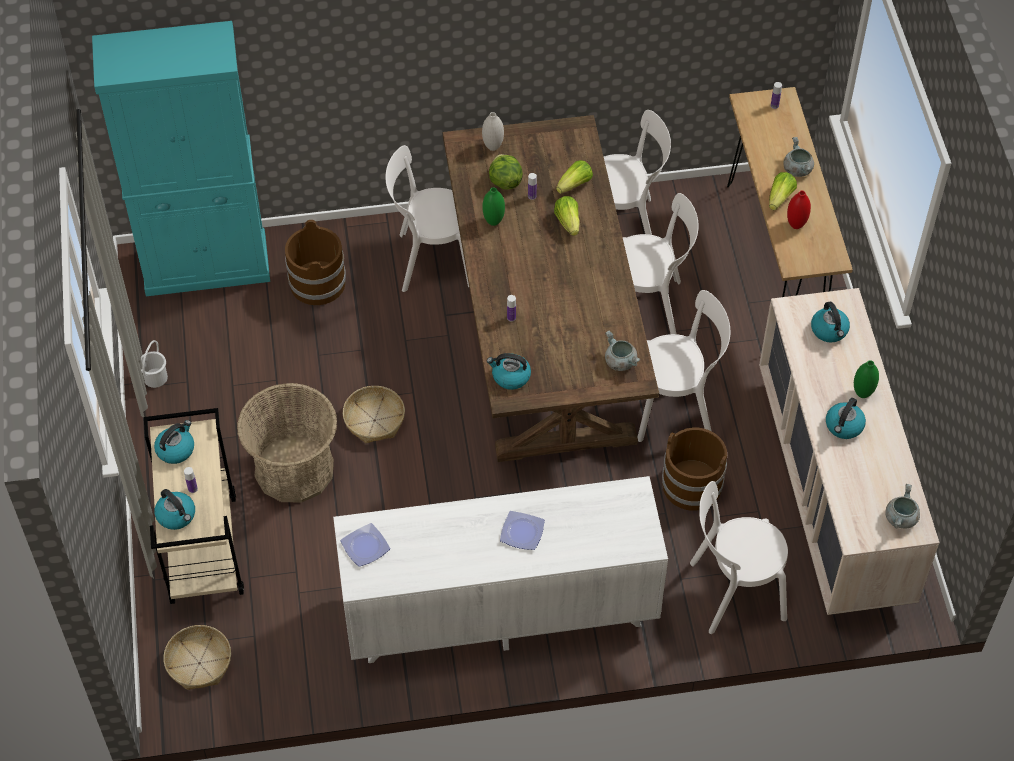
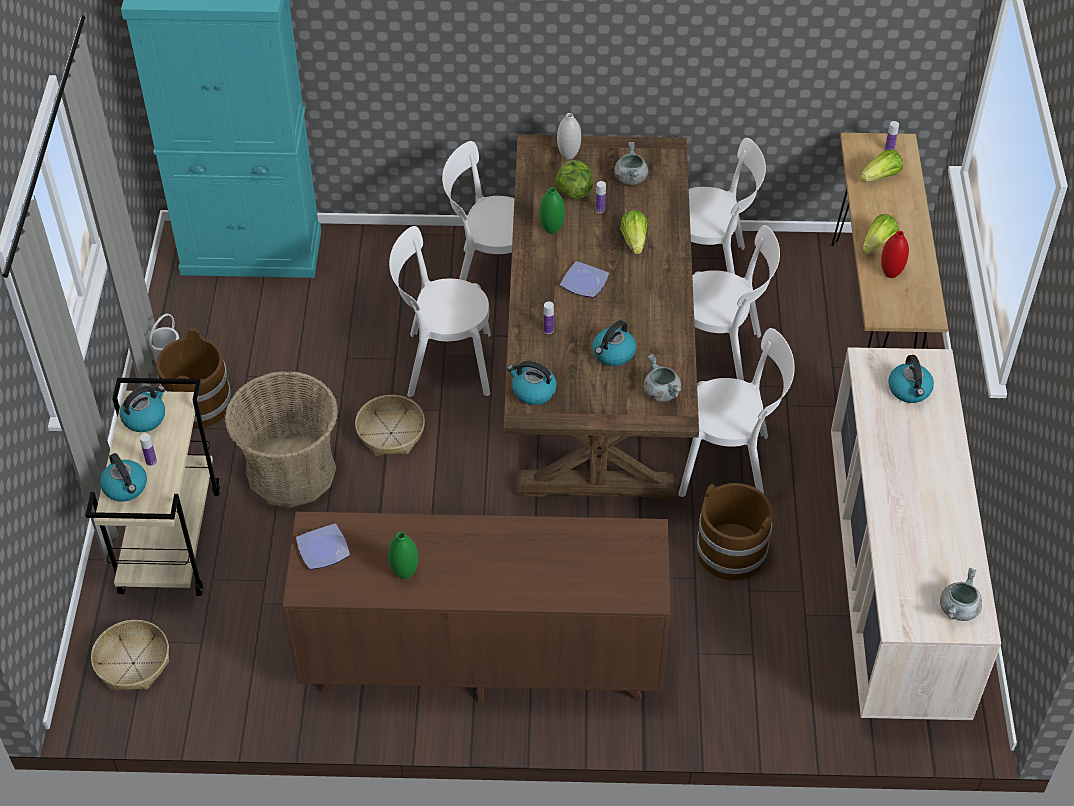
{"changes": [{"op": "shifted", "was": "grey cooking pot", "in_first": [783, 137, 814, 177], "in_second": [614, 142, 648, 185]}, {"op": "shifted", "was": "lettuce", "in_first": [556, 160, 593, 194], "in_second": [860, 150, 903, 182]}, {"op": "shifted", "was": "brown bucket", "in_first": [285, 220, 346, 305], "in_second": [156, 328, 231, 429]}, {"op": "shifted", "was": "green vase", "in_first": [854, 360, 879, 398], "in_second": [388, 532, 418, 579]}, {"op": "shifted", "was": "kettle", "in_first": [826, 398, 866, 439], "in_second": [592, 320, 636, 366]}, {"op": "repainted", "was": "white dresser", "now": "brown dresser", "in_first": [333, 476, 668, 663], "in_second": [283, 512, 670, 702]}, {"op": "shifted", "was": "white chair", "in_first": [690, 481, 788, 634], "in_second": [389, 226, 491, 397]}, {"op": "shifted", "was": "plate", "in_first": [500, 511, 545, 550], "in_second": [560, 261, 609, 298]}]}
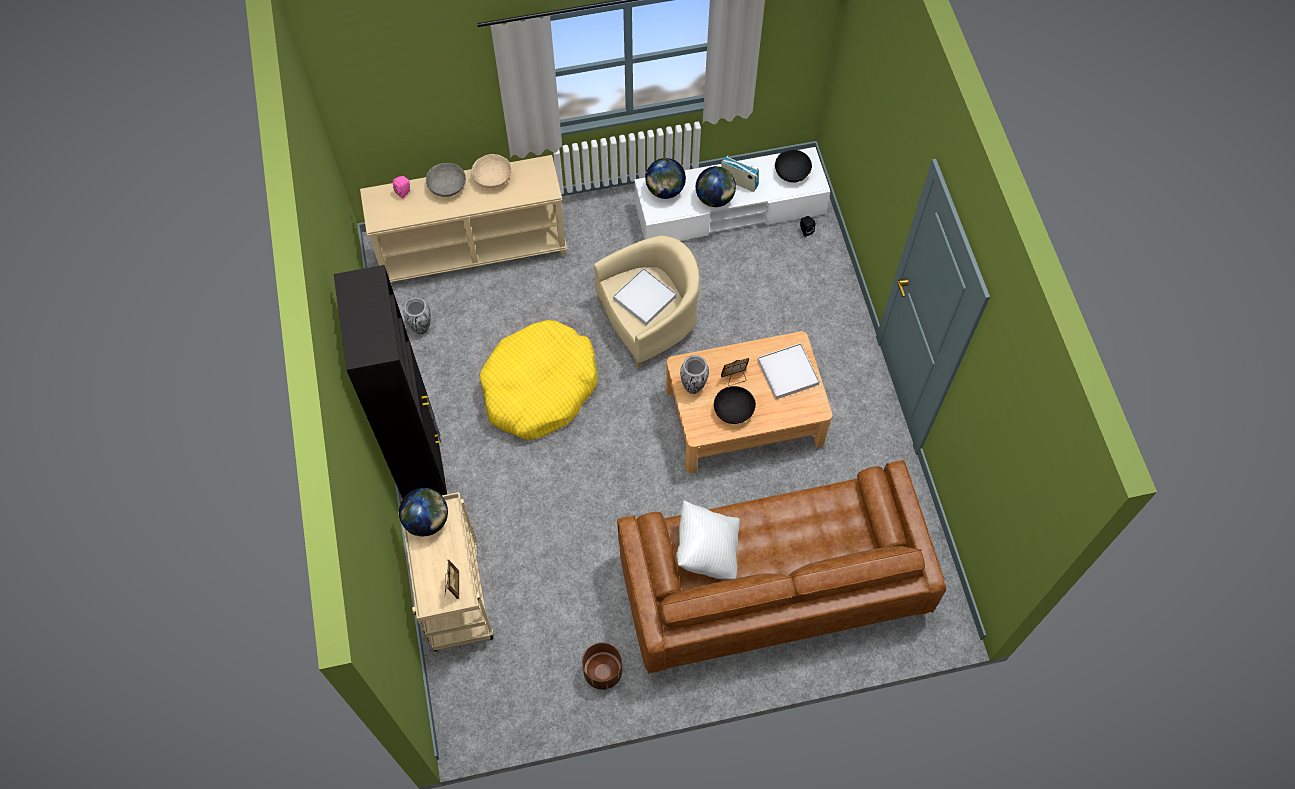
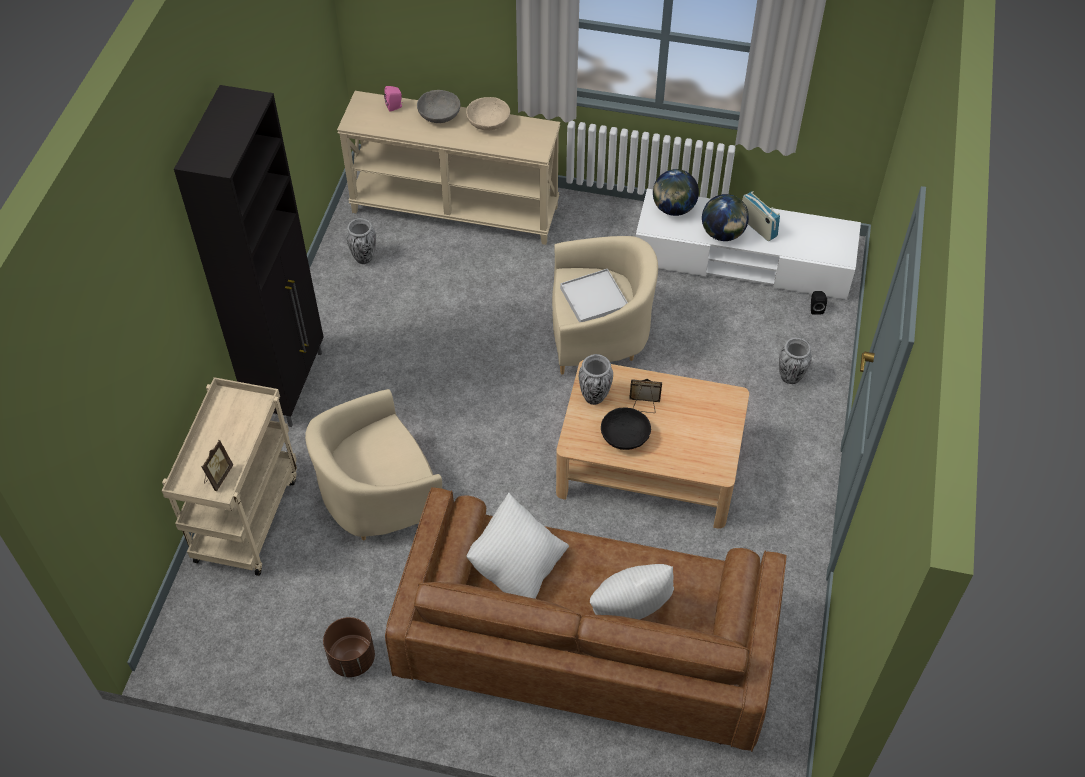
{"changes": [{"op": "gone", "was": "black bowl", "in_first": [775, 150, 812, 183]}, {"op": "gone", "was": "yellow dog bed", "in_first": [480, 320, 598, 440]}, {"op": "gone", "was": "white tray", "in_first": [757, 343, 820, 399]}, {"op": "gone", "was": "globe", "in_first": [399, 488, 448, 537]}, {"op": "new", "now": "vase", "in_second": [779, 338, 812, 384]}, {"op": "new", "now": "beige armchair", "in_second": [305, 389, 442, 540]}, {"op": "new", "now": "white pillow", "in_second": [590, 564, 674, 620]}]}
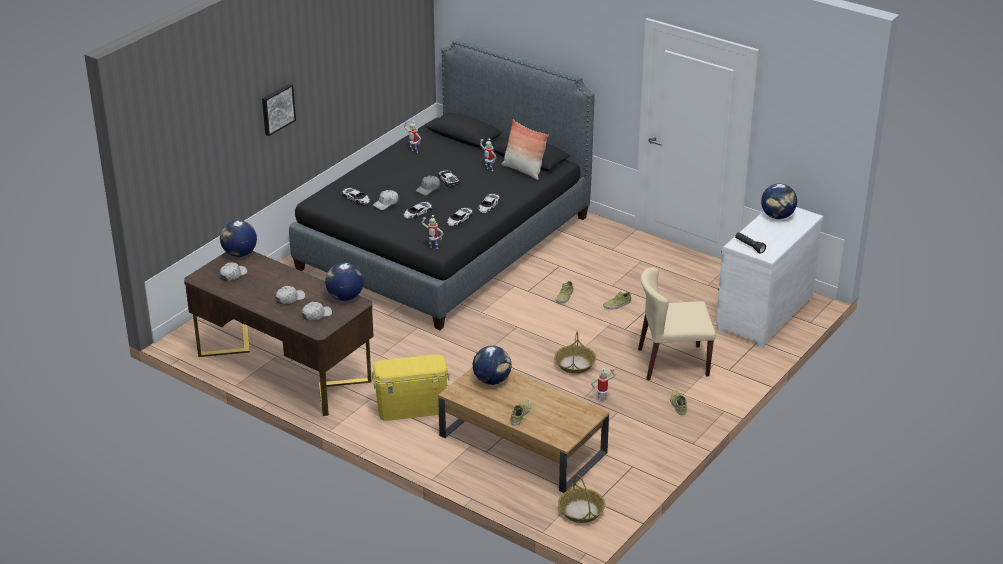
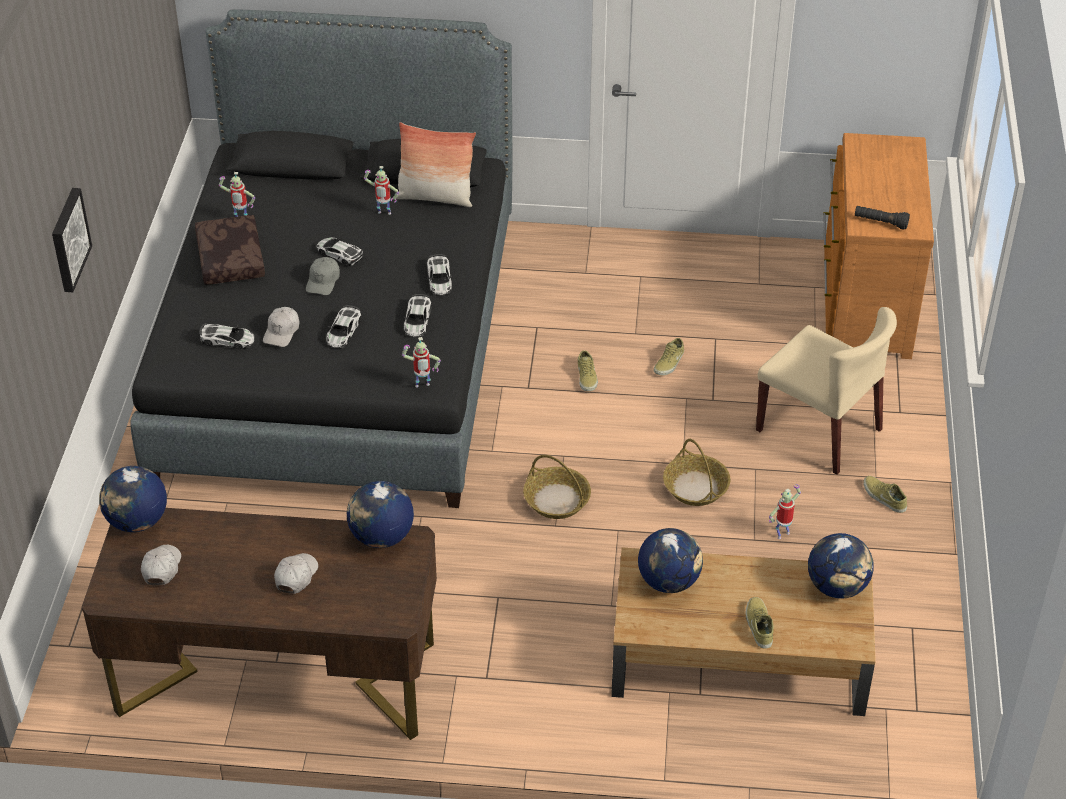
{"changes": [{"op": "shifted", "was": "globe", "in_first": [761, 184, 797, 219], "in_second": [808, 533, 874, 599]}, {"op": "repainted", "was": "white dresser", "now": "brown dresser", "in_first": [716, 207, 823, 348], "in_second": [823, 133, 934, 359]}, {"op": "rotated", "was": "beige chair", "in_first": [638, 267, 716, 380], "in_second": [756, 307, 897, 474], "clockwise": -105}, {"op": "gone", "was": "white cap", "in_first": [302, 302, 332, 321]}, {"op": "gone", "was": "yellow storage box", "in_first": [371, 354, 450, 421]}, {"op": "shifted", "was": "basket", "in_first": [558, 475, 605, 523], "in_second": [523, 455, 591, 519]}, {"op": "new", "now": "brown pillow", "in_second": [195, 215, 265, 285]}]}
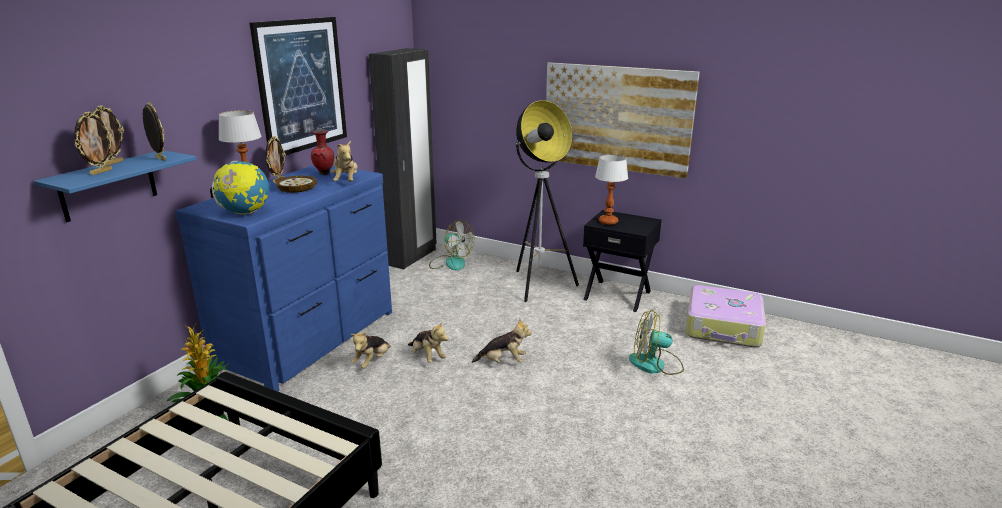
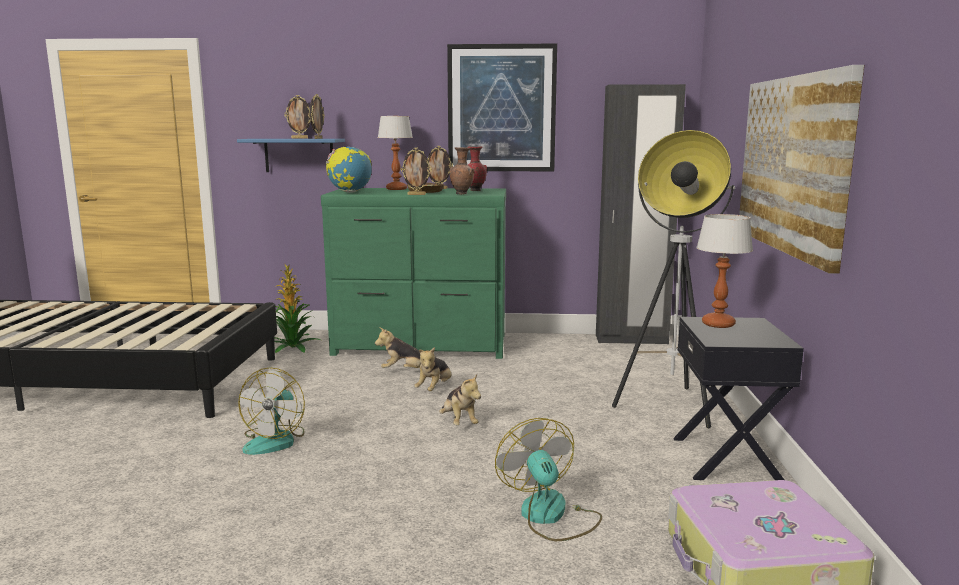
{"changes": [{"op": "shifted", "was": "picture frame", "in_first": [74, 112, 113, 175], "in_second": [401, 148, 432, 195]}, {"op": "swapped", "was": "plush toy", "now": "brown vase", "in_first": [331, 140, 357, 181], "in_second": [450, 147, 475, 195]}, {"op": "repainted", "was": "blue dresser", "now": "green dresser", "in_first": [175, 165, 392, 392], "in_second": [321, 188, 506, 359]}, {"op": "shifted", "was": "fan", "in_first": [429, 220, 474, 271], "in_second": [238, 367, 305, 455]}]}
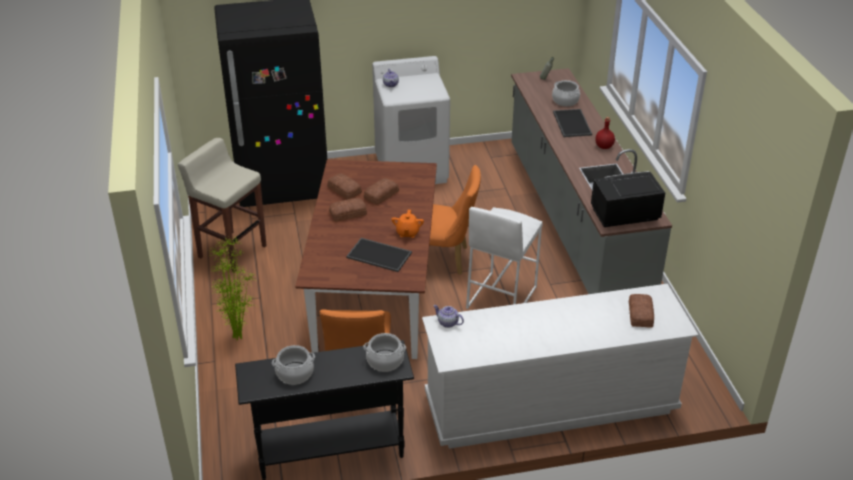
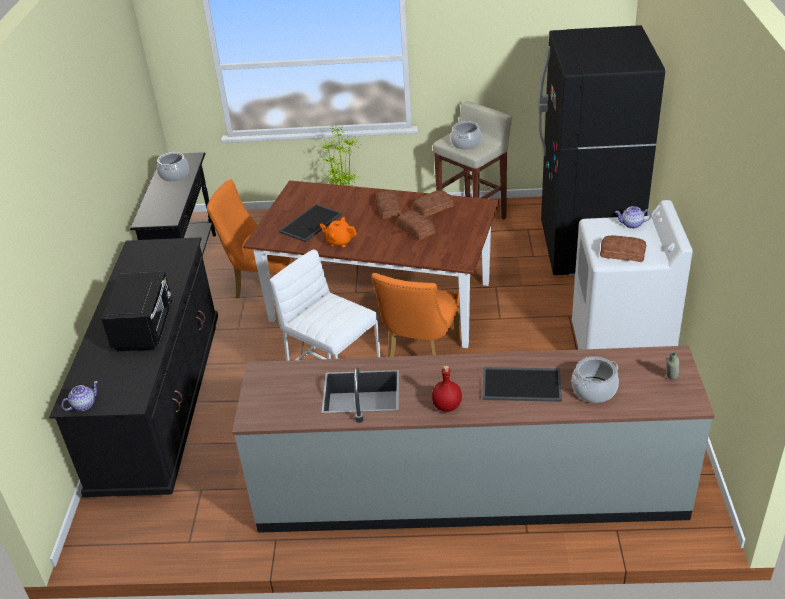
{"changes": [{"op": "shifted", "was": "black microwave", "in_first": [591, 171, 665, 227], "in_second": [101, 272, 172, 351]}, {"op": "repainted", "was": "white dresser", "now": "black dresser", "in_first": [422, 284, 698, 449], "in_second": [49, 237, 218, 497]}, {"op": "shifted", "was": "bread", "in_first": [629, 294, 654, 327], "in_second": [600, 235, 646, 262]}, {"op": "shifted", "was": "teapot", "in_first": [433, 305, 464, 328], "in_second": [61, 381, 98, 411]}, {"op": "shifted", "was": "cooking pot", "in_first": [363, 333, 406, 372], "in_second": [451, 121, 482, 150]}]}
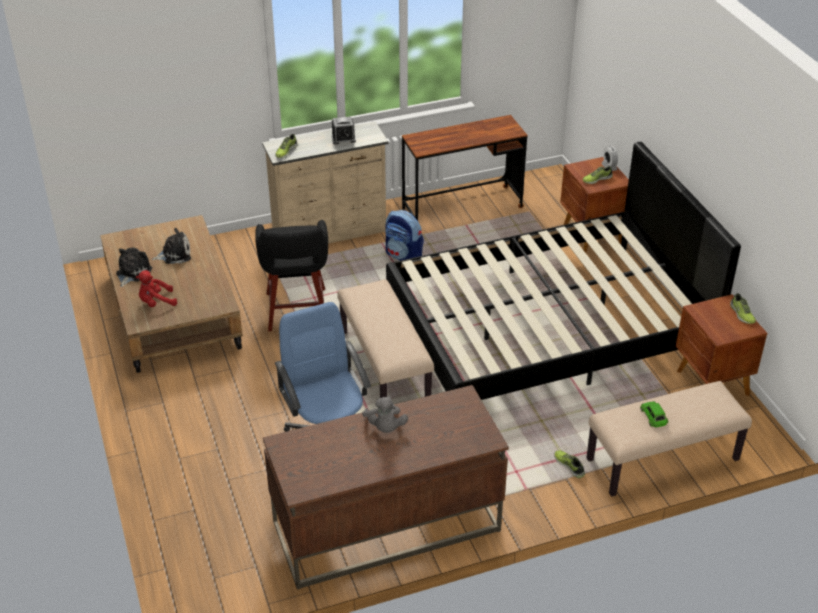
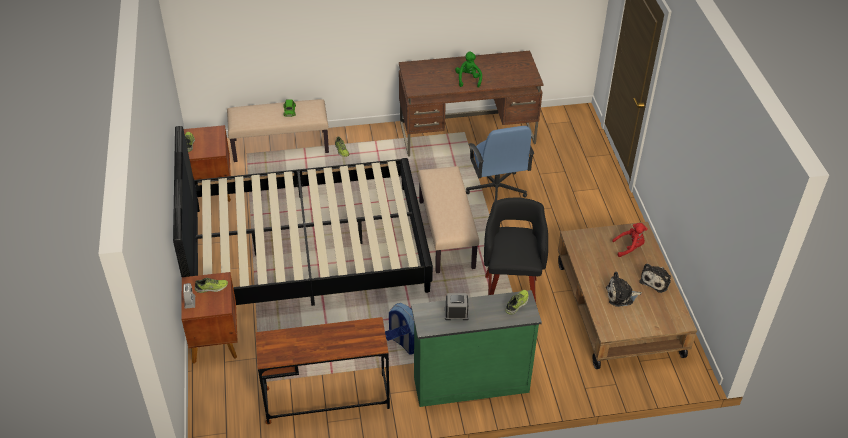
{"changes": [{"op": "repainted", "was": "beige dresser", "now": "green dresser", "in_first": [262, 121, 388, 244], "in_second": [411, 290, 542, 407]}, {"op": "repainted", "was": "grey plush toy", "now": "green plush toy", "in_first": [362, 396, 408, 433], "in_second": [455, 52, 482, 88]}]}
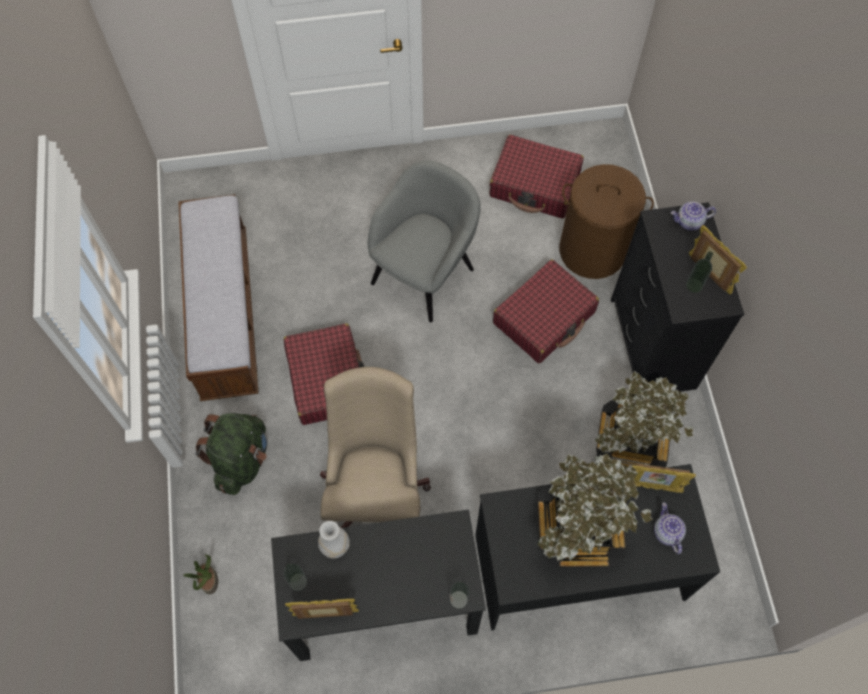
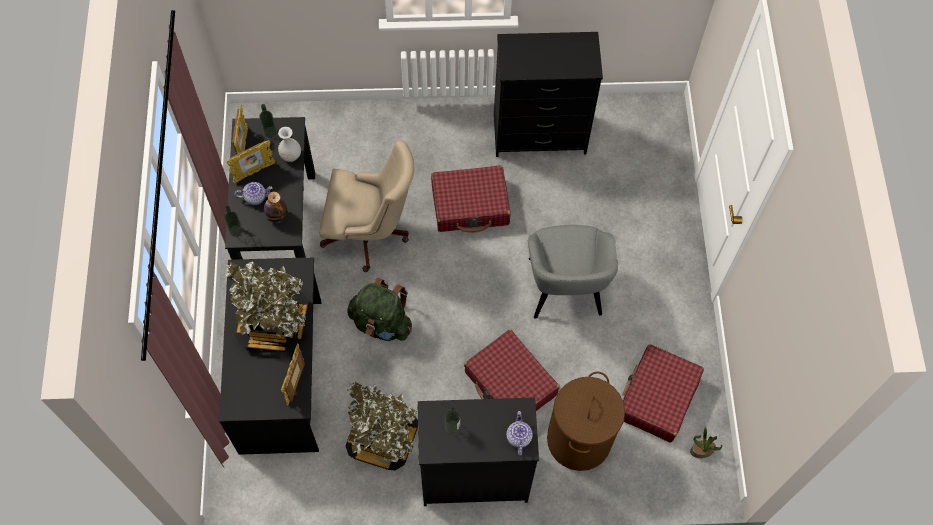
{"changes": [{"op": "rotated", "was": "grey armchair", "in_first": [367, 160, 481, 322], "in_second": [528, 225, 618, 319], "clockwise": 45}, {"op": "swapped", "was": "bench", "now": "black dresser", "in_first": [178, 194, 259, 401], "in_second": [494, 32, 603, 157]}, {"op": "shifted", "was": "picture frame", "in_first": [689, 225, 747, 294], "in_second": [226, 140, 276, 183]}, {"op": "shifted", "was": "green backpack", "in_first": [195, 413, 267, 495], "in_second": [347, 278, 412, 341]}, {"op": "shifted", "was": "teapot", "in_first": [654, 502, 686, 554], "in_second": [235, 182, 272, 205]}, {"op": "shifted", "was": "potted plant", "in_first": [183, 555, 218, 594], "in_second": [690, 427, 722, 458]}, {"op": "new", "now": "bottle", "in_second": [264, 192, 287, 223]}]}
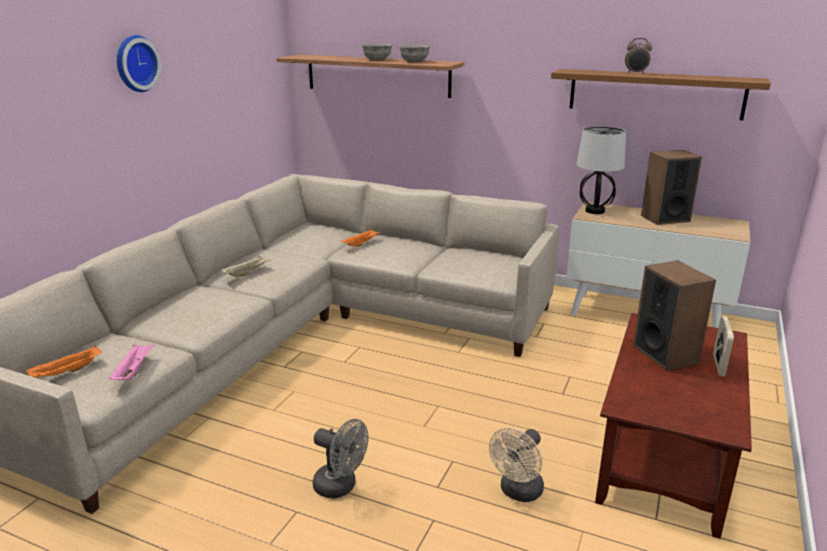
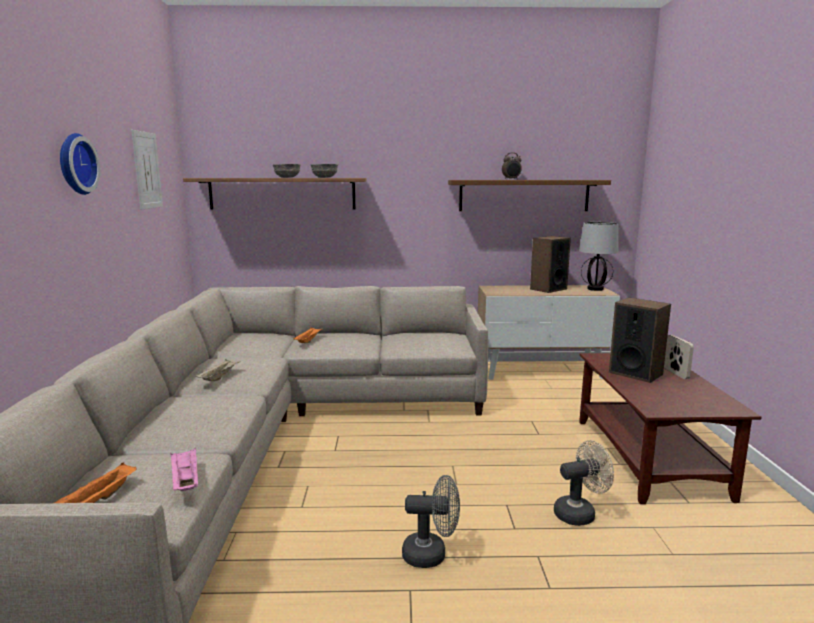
{"changes": [{"op": "shifted", "was": "table lamp", "in_first": [577, 126, 626, 214], "in_second": [579, 222, 619, 291]}, {"op": "rotated", "was": "beige fan", "in_first": [489, 428, 544, 502], "in_second": [554, 440, 614, 526], "clockwise": -120}, {"op": "new", "now": "picture", "in_second": [132, 130, 163, 209]}]}
